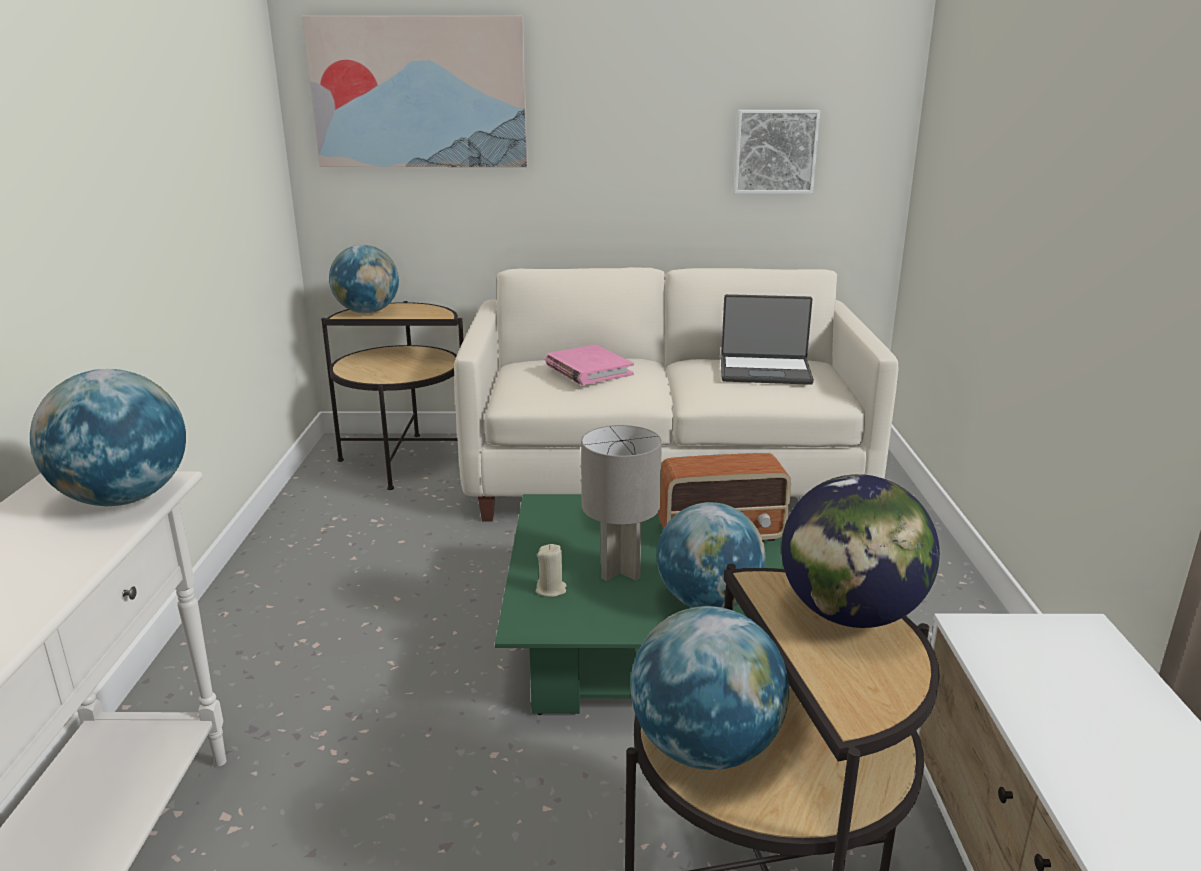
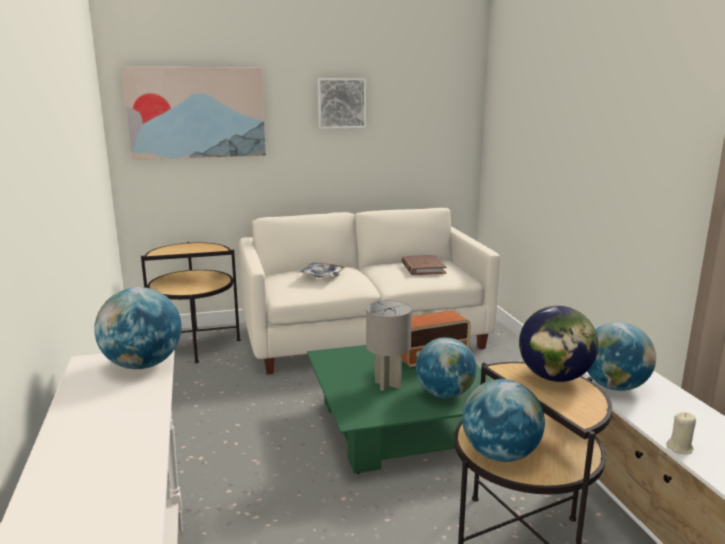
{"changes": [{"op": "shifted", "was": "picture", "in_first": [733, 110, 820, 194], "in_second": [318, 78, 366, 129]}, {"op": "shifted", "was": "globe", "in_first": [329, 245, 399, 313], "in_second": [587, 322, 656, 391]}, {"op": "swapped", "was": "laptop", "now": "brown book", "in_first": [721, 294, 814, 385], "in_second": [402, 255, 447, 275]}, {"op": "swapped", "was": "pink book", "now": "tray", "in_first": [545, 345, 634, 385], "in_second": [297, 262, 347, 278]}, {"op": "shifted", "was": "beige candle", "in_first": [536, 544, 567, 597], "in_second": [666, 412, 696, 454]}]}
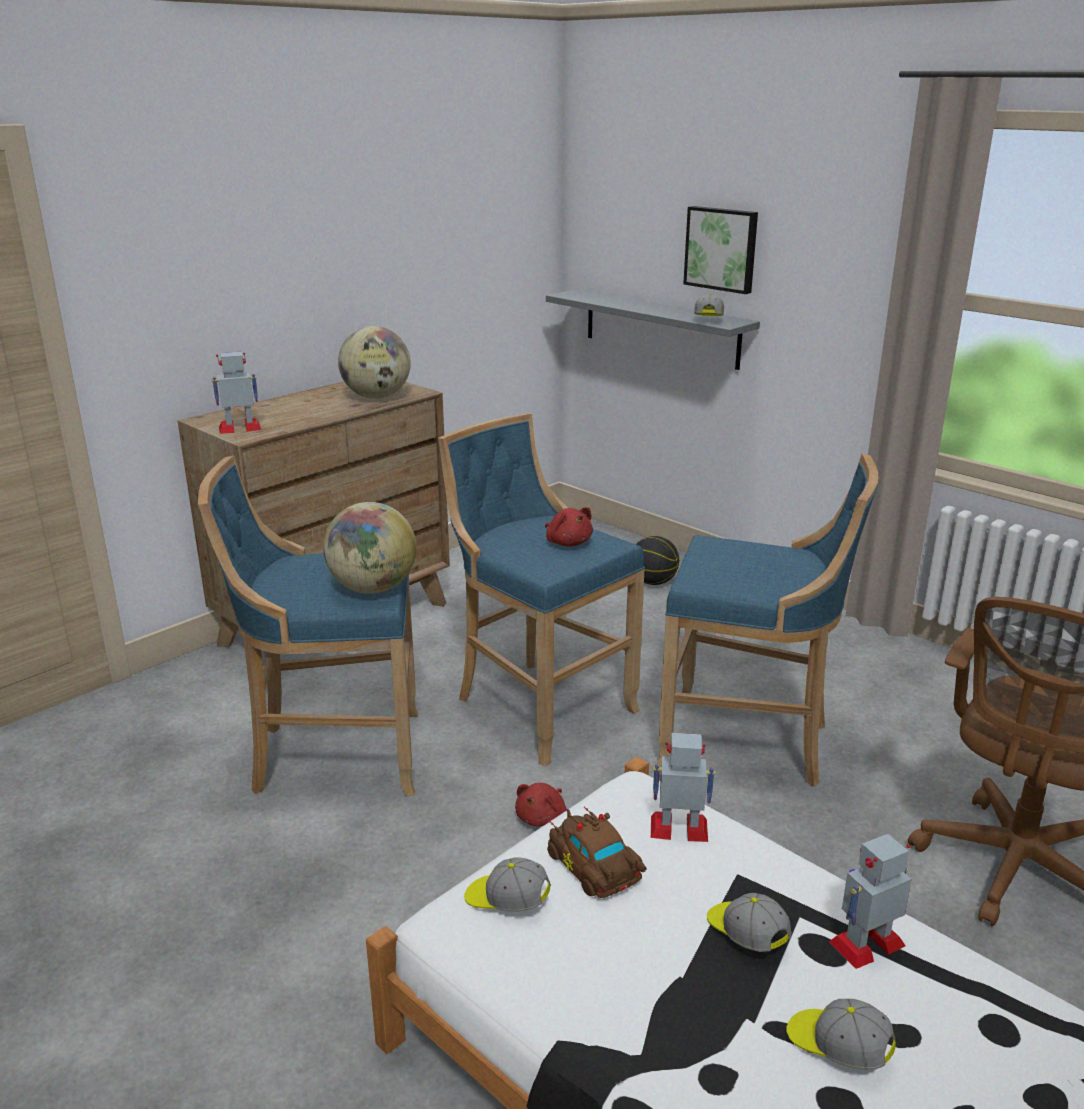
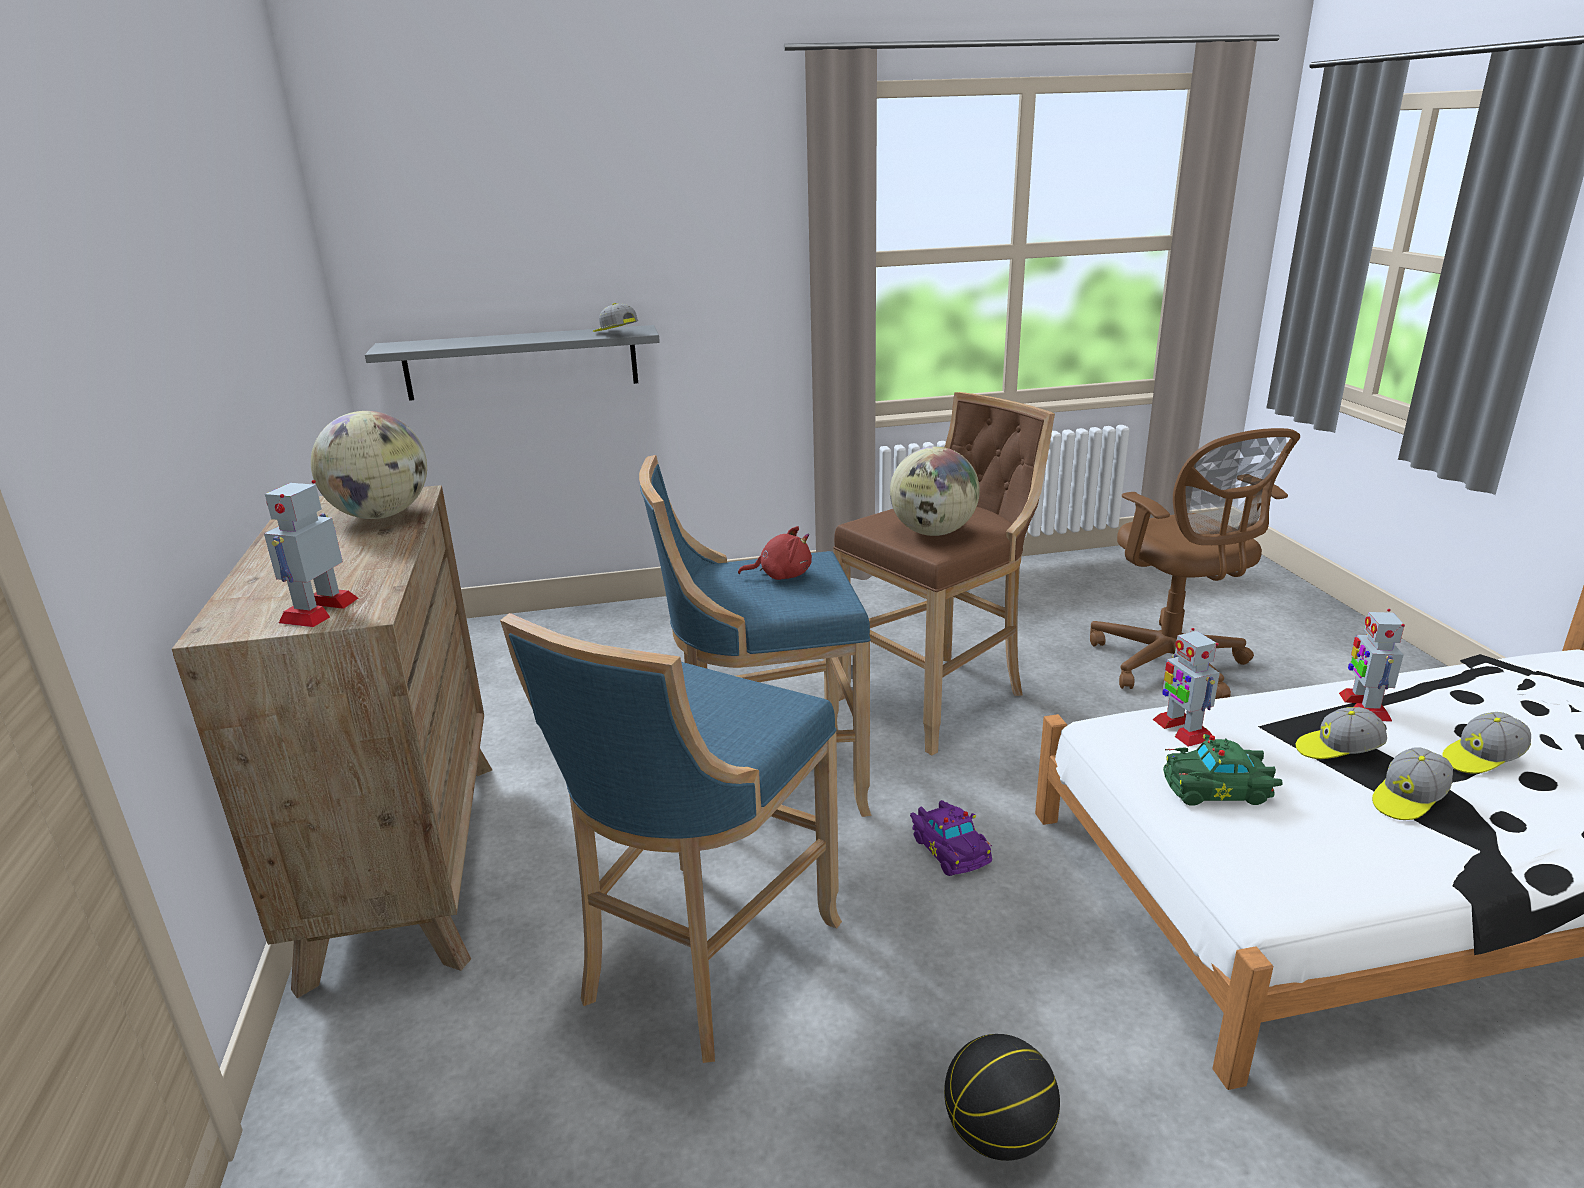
{"changes": [{"op": "gone", "was": "picture", "in_first": [683, 206, 758, 294]}, {"op": "repainted", "was": "blue stool", "now": "brown stool", "in_first": [657, 454, 878, 787], "in_second": [833, 392, 1055, 755]}, {"op": "shifted", "was": "globe", "in_first": [323, 502, 416, 594], "in_second": [890, 446, 980, 536]}, {"op": "shifted", "was": "basketball", "in_first": [636, 536, 679, 585], "in_second": [944, 1034, 1060, 1161]}, {"op": "rotated", "was": "toy robot", "in_first": [651, 733, 715, 842], "in_second": [1153, 628, 1220, 747], "clockwise": -60}, {"op": "swapped", "was": "red plush toy", "now": "purple toy car", "in_first": [515, 783, 566, 826], "in_second": [910, 800, 992, 876]}, {"op": "repainted", "was": "brown toy car", "now": "green toy car", "in_first": [547, 806, 647, 898], "in_second": [1163, 734, 1283, 806]}, {"op": "shifted", "was": "cap", "in_first": [464, 858, 551, 912], "in_second": [1372, 747, 1453, 820]}]}
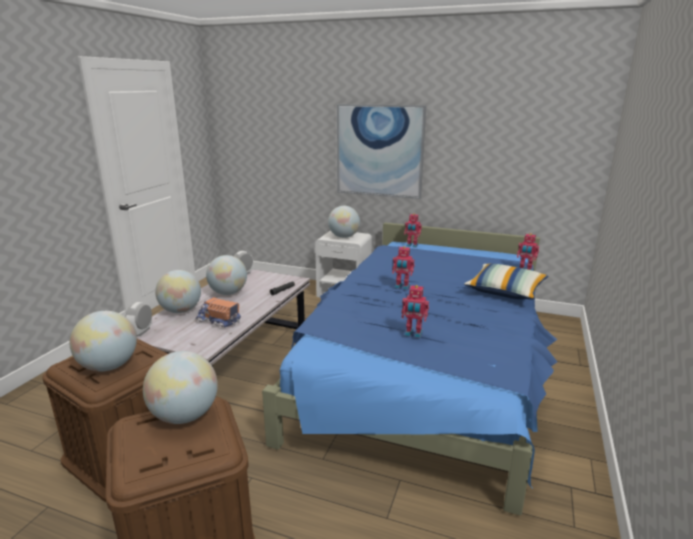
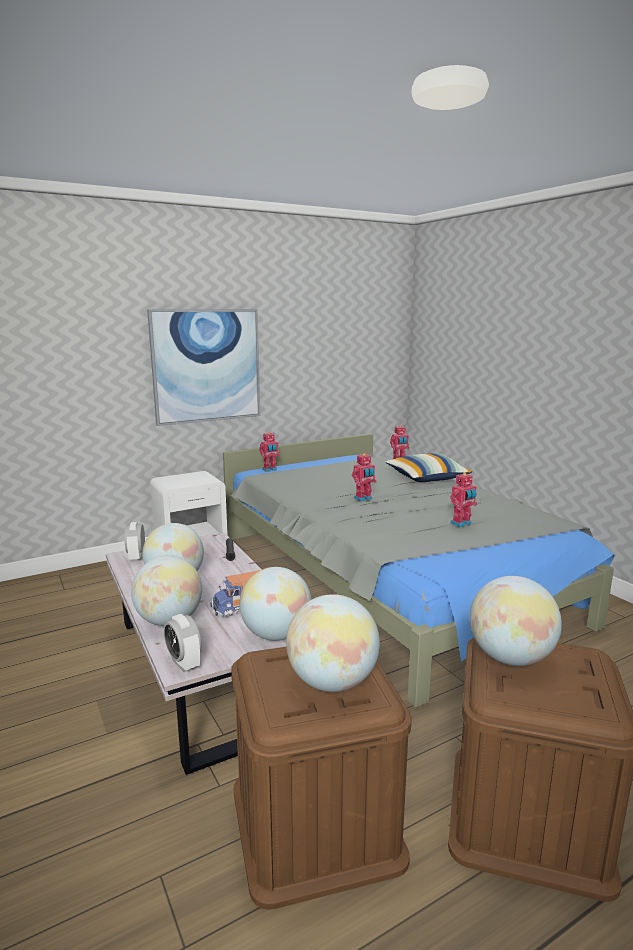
{"changes": [{"op": "shifted", "was": "globe", "in_first": [328, 206, 360, 238], "in_second": [240, 567, 312, 641]}, {"op": "repainted", "was": "blue bed", "now": "grey bed", "in_first": [262, 222, 557, 516], "in_second": [223, 434, 615, 707]}]}
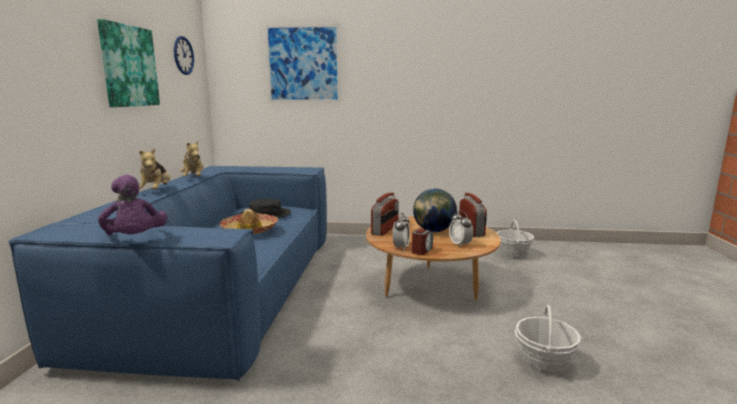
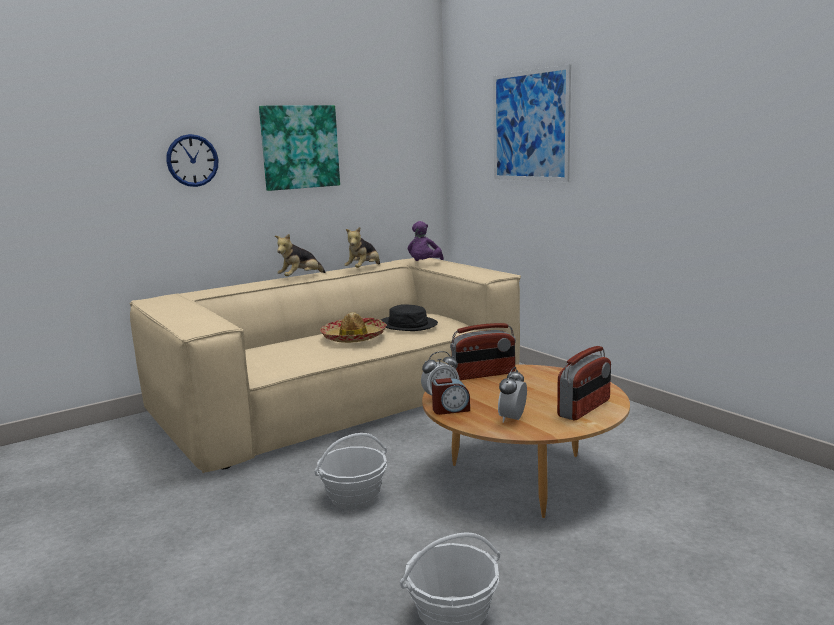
{"changes": [{"op": "shifted", "was": "wall clock", "in_first": [174, 36, 194, 75], "in_second": [166, 134, 219, 187]}, {"op": "repainted", "was": "blue sofa", "now": "beige sofa", "in_first": [8, 166, 327, 381], "in_second": [130, 258, 521, 473]}, {"op": "shifted", "was": "purple plush toy", "in_first": [98, 175, 167, 235], "in_second": [408, 221, 444, 261]}, {"op": "gone", "was": "globe", "in_first": [413, 189, 457, 232]}, {"op": "shifted", "was": "basket", "in_first": [497, 220, 534, 259], "in_second": [314, 433, 387, 510]}]}
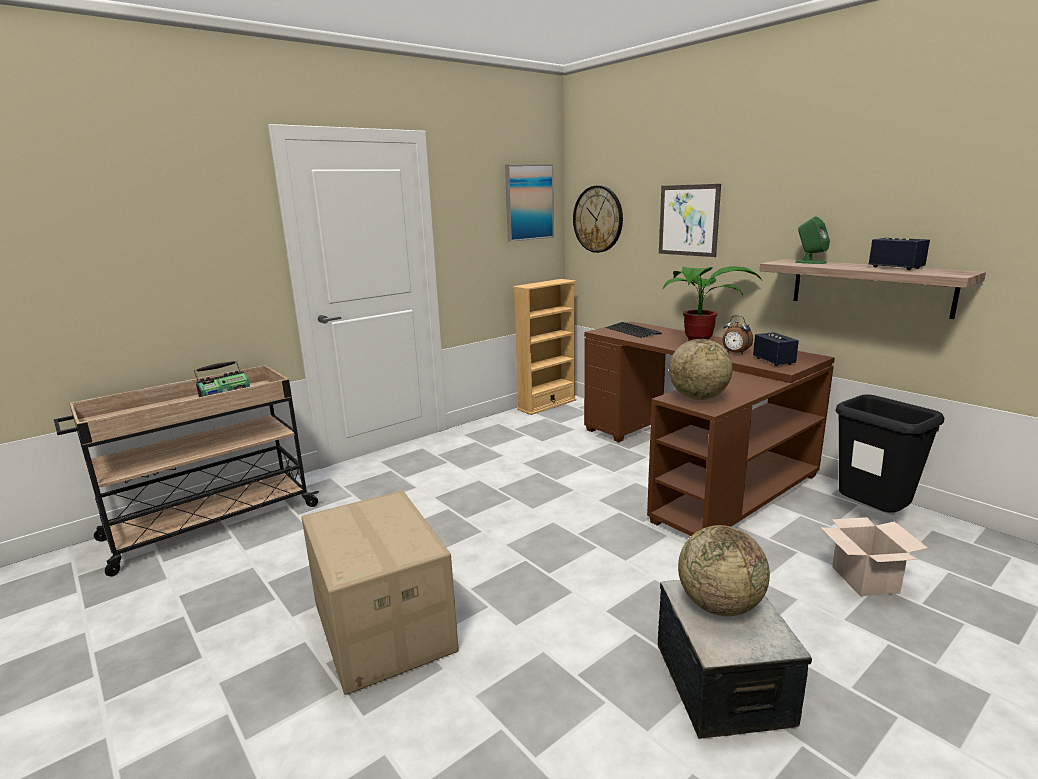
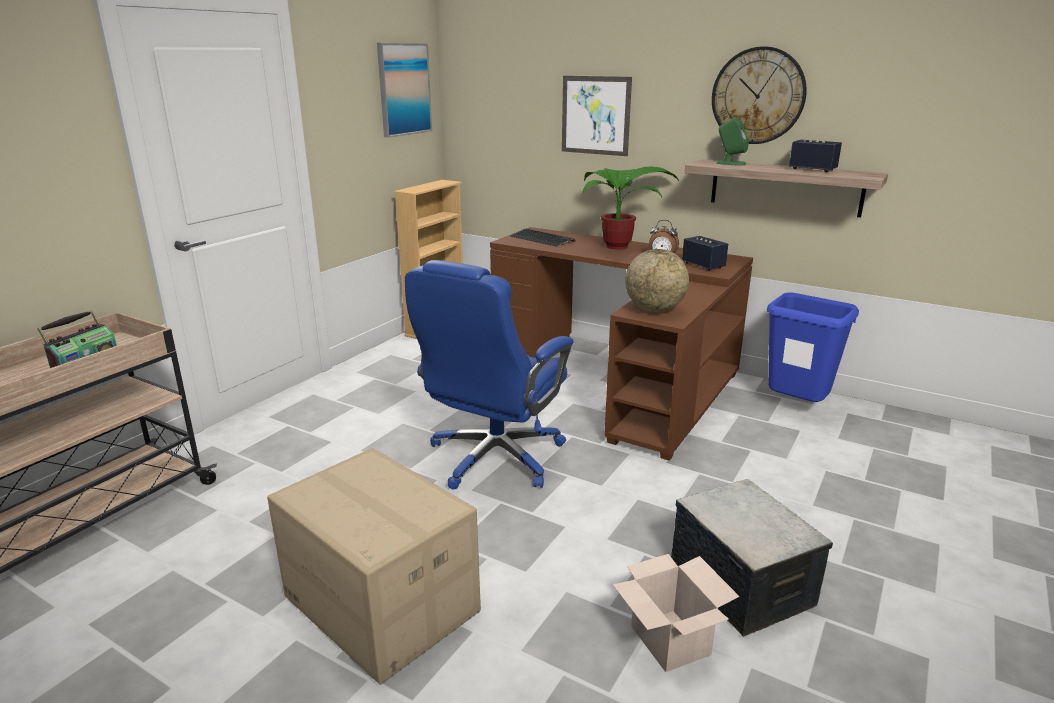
{"changes": [{"op": "shifted", "was": "wall clock", "in_first": [573, 185, 623, 253], "in_second": [712, 46, 807, 144]}, {"op": "repainted", "was": "black trash can", "now": "blue trash can", "in_first": [835, 394, 944, 513], "in_second": [767, 292, 859, 402]}, {"op": "shifted", "was": "cardboard box", "in_first": [820, 517, 928, 596], "in_second": [613, 554, 740, 672]}, {"op": "gone", "was": "globe", "in_first": [678, 525, 770, 616]}, {"op": "new", "now": "blue office chair", "in_second": [405, 260, 574, 489]}]}
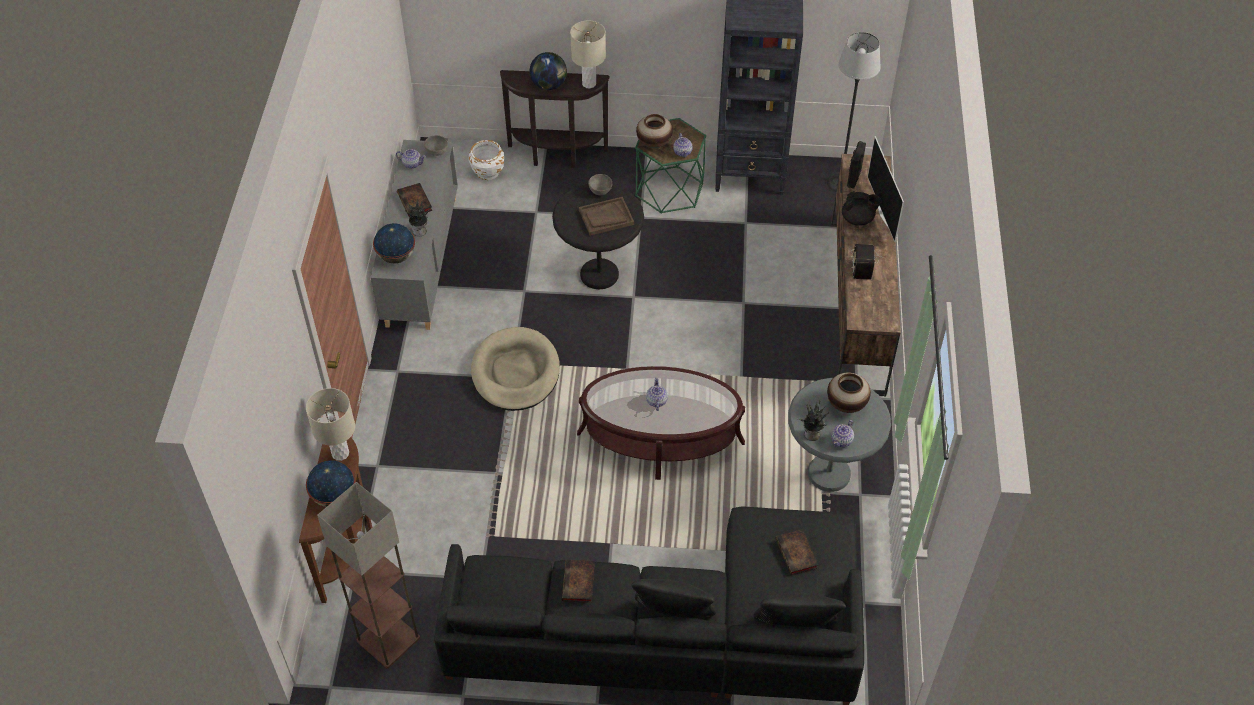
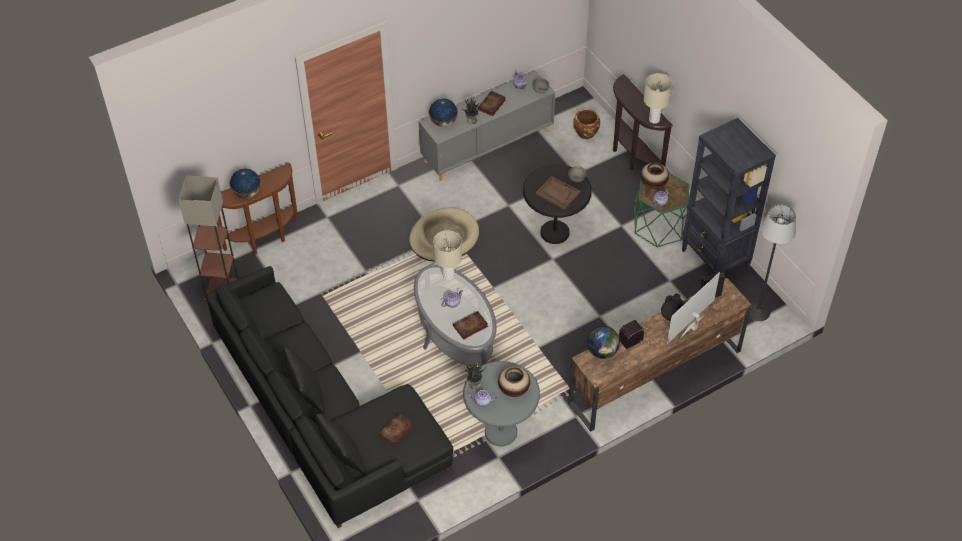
{"changes": [{"op": "shifted", "was": "globe", "in_first": [530, 52, 567, 90], "in_second": [587, 326, 620, 359]}, {"op": "repainted", "was": "white planter", "now": "brown planter", "in_first": [469, 140, 504, 180], "in_second": [573, 109, 600, 139]}, {"op": "repainted", "was": "brown coffee table", "now": "grey coffee table", "in_first": [577, 366, 745, 480], "in_second": [414, 265, 497, 366]}, {"op": "shifted", "was": "beige table lamp", "in_first": [306, 388, 355, 461], "in_second": [433, 230, 462, 280]}, {"op": "shifted", "was": "book", "in_first": [562, 559, 595, 603], "in_second": [453, 311, 488, 340]}]}
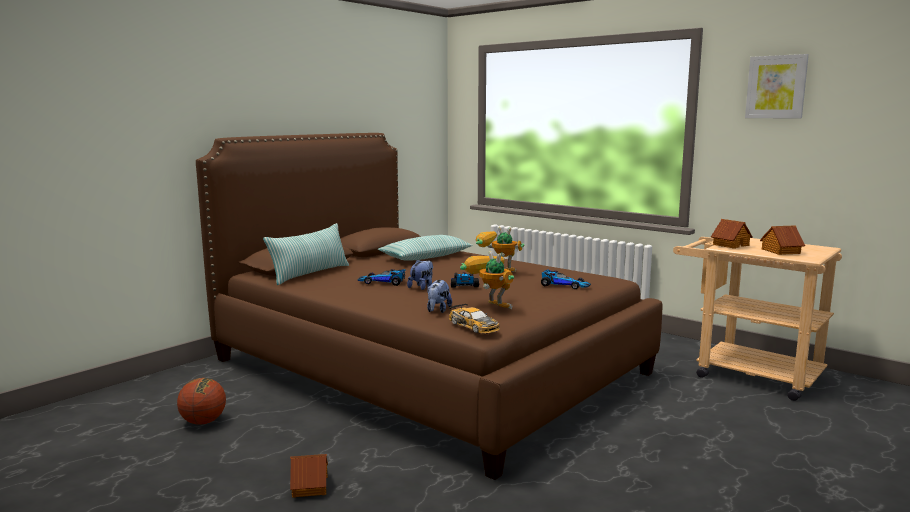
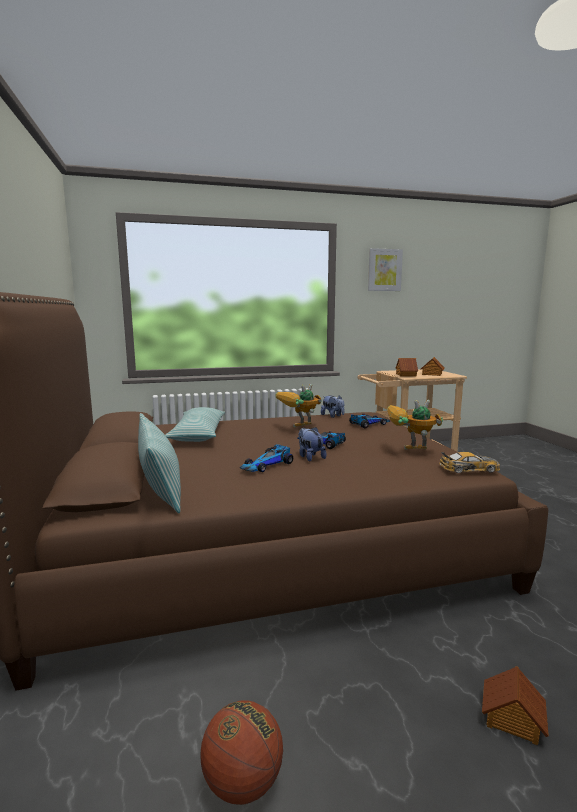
{"changes": [{"op": "shifted", "was": "plush toy", "in_first": [427, 280, 452, 313], "in_second": [321, 395, 344, 418]}]}
